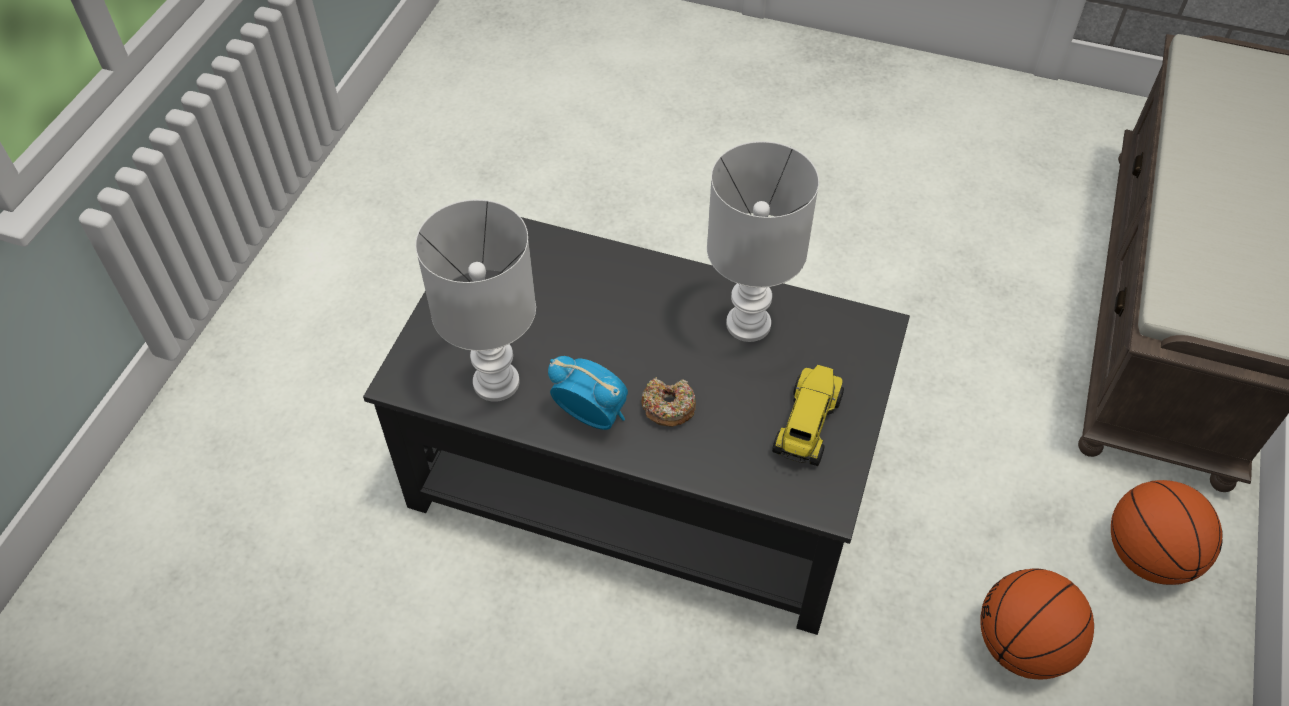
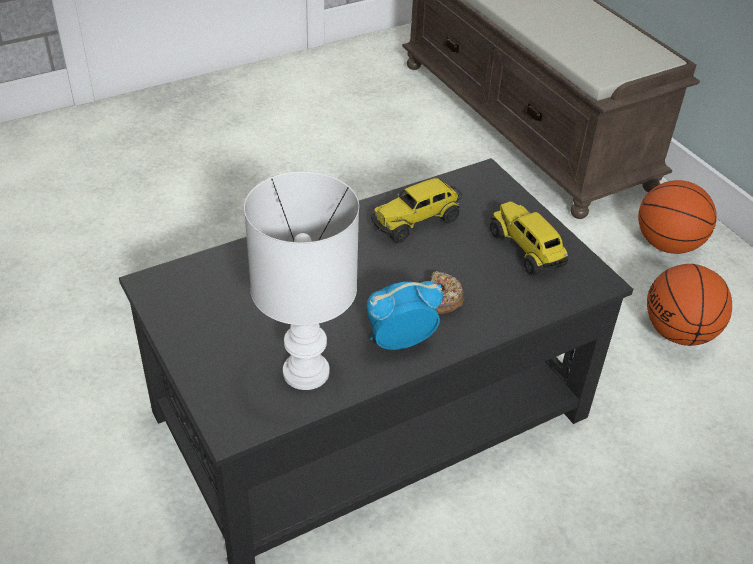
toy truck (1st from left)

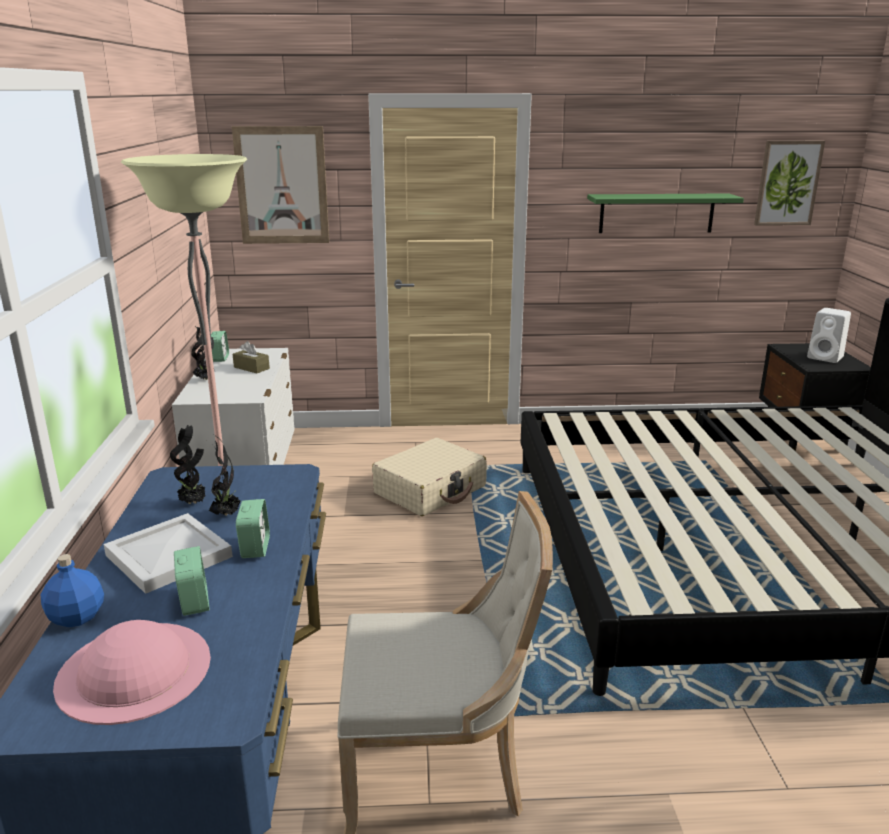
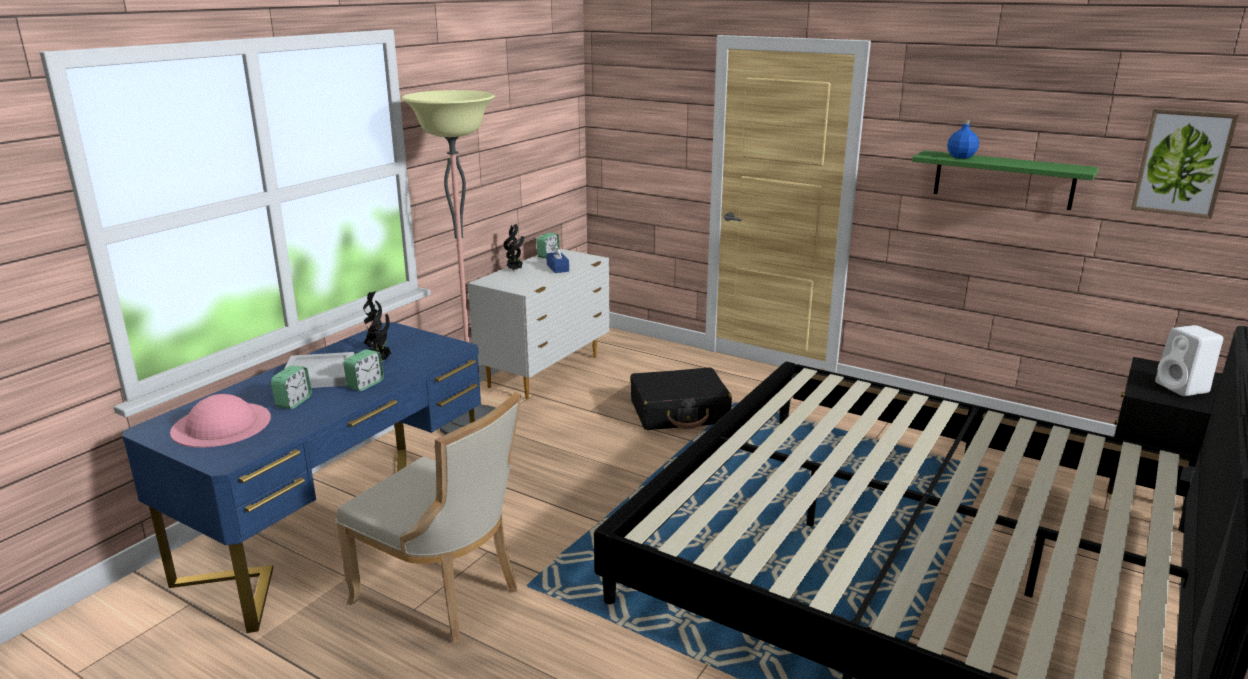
picture (1st from left in the first image)
tissue box/blue
suitcase/black
bottle/blue

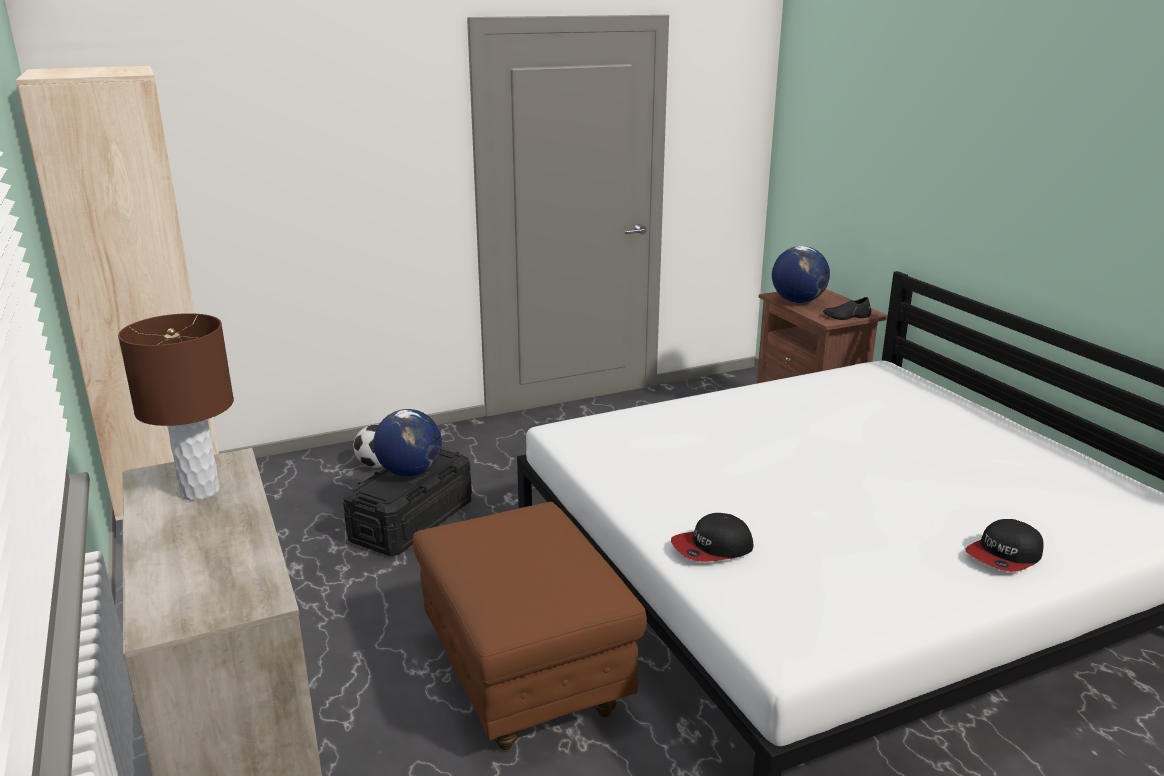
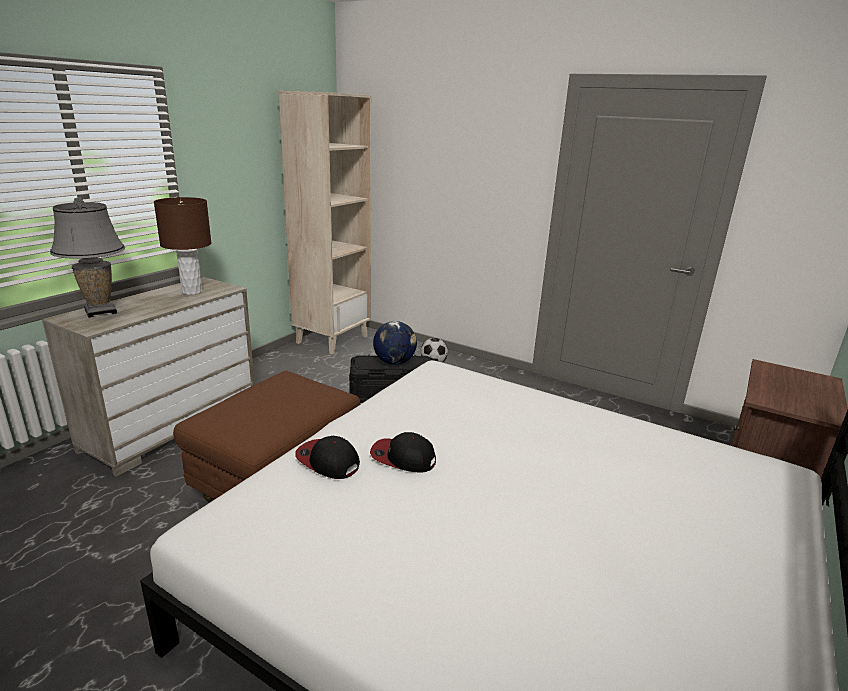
globe (2nd from left in the first image)
shoe/black
cap (2nd from left)
table lamp/grey

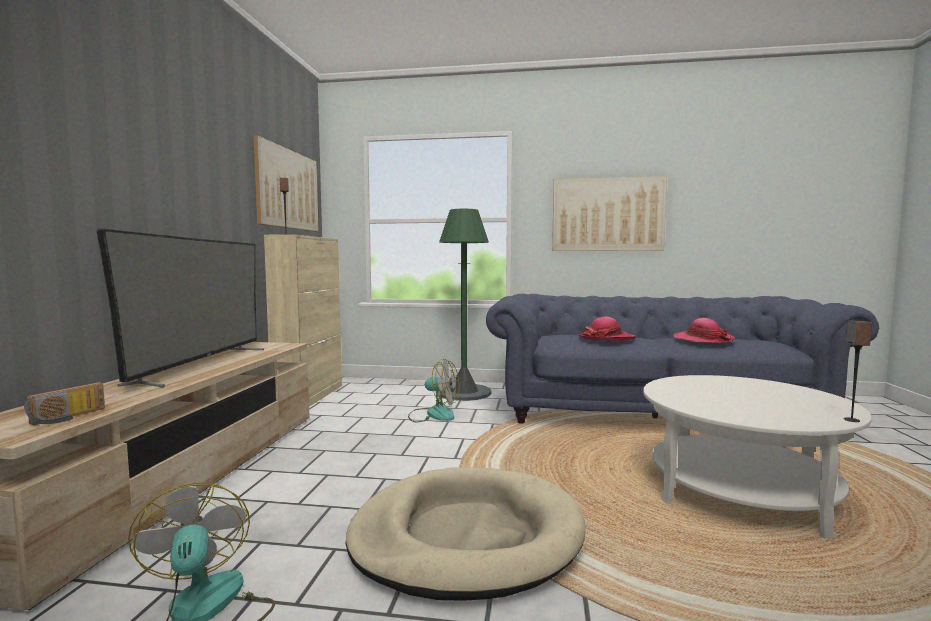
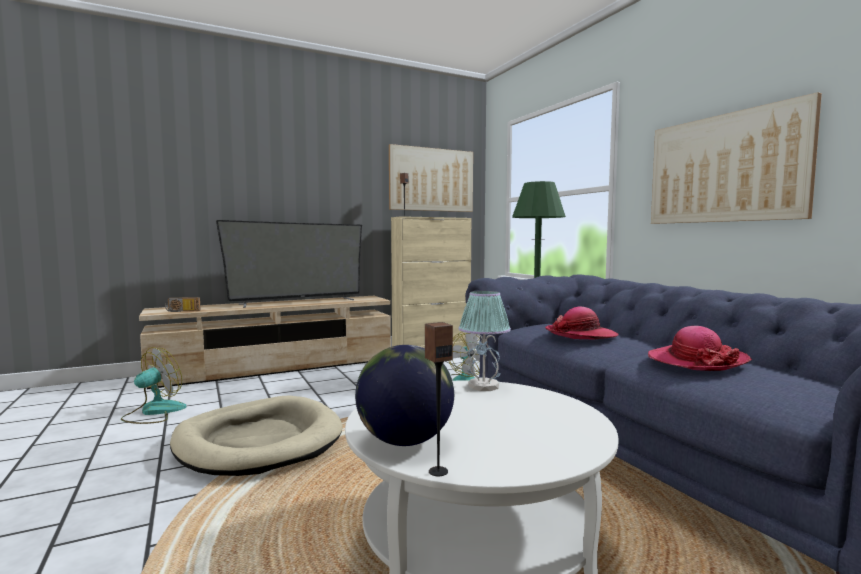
table lamp
globe

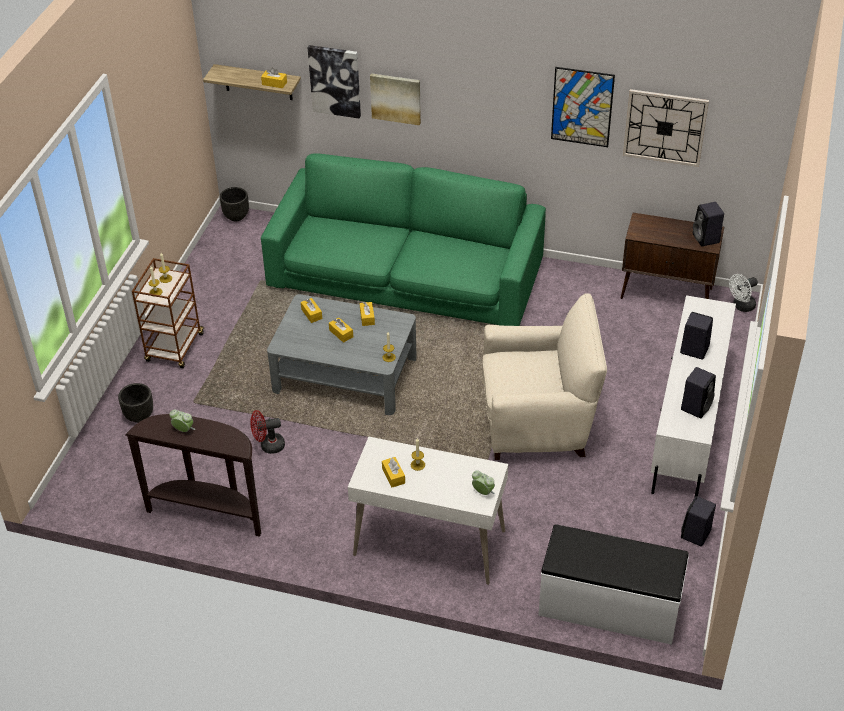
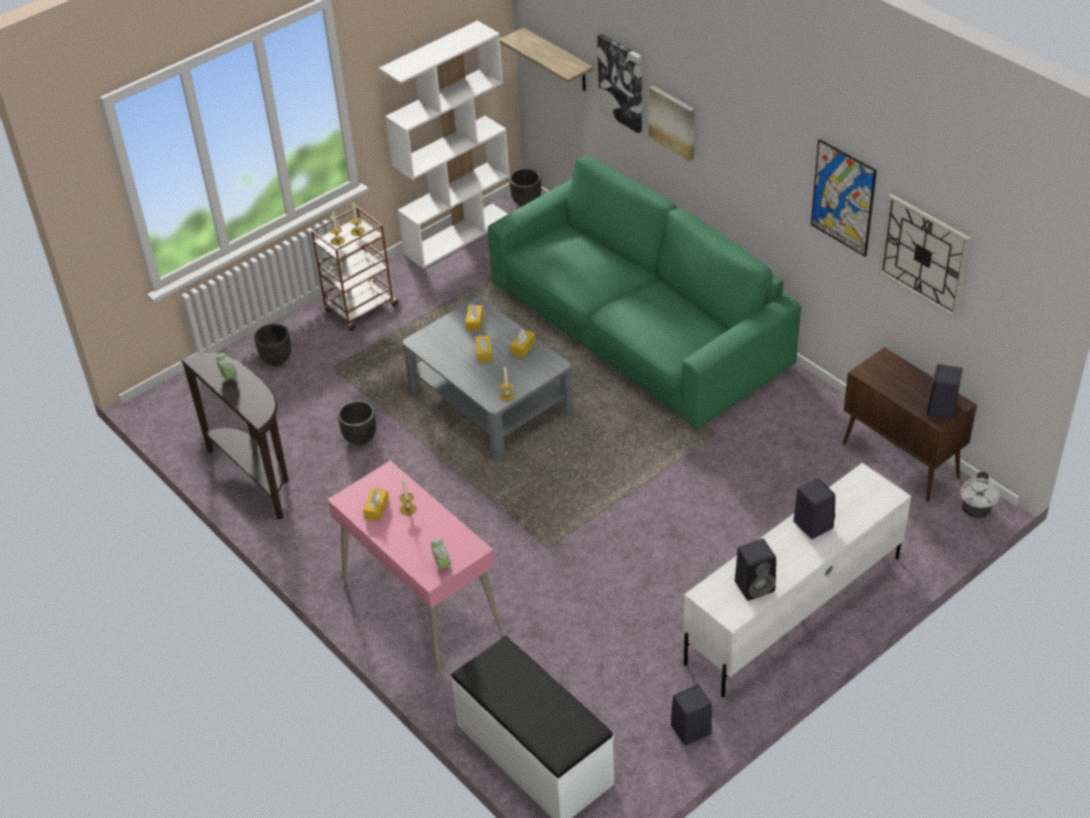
tissue box/yellow (1st from left in the first image)
fan/white
armchair/beige
planter/black (2nd from left)
desk/pink
bookcase/white

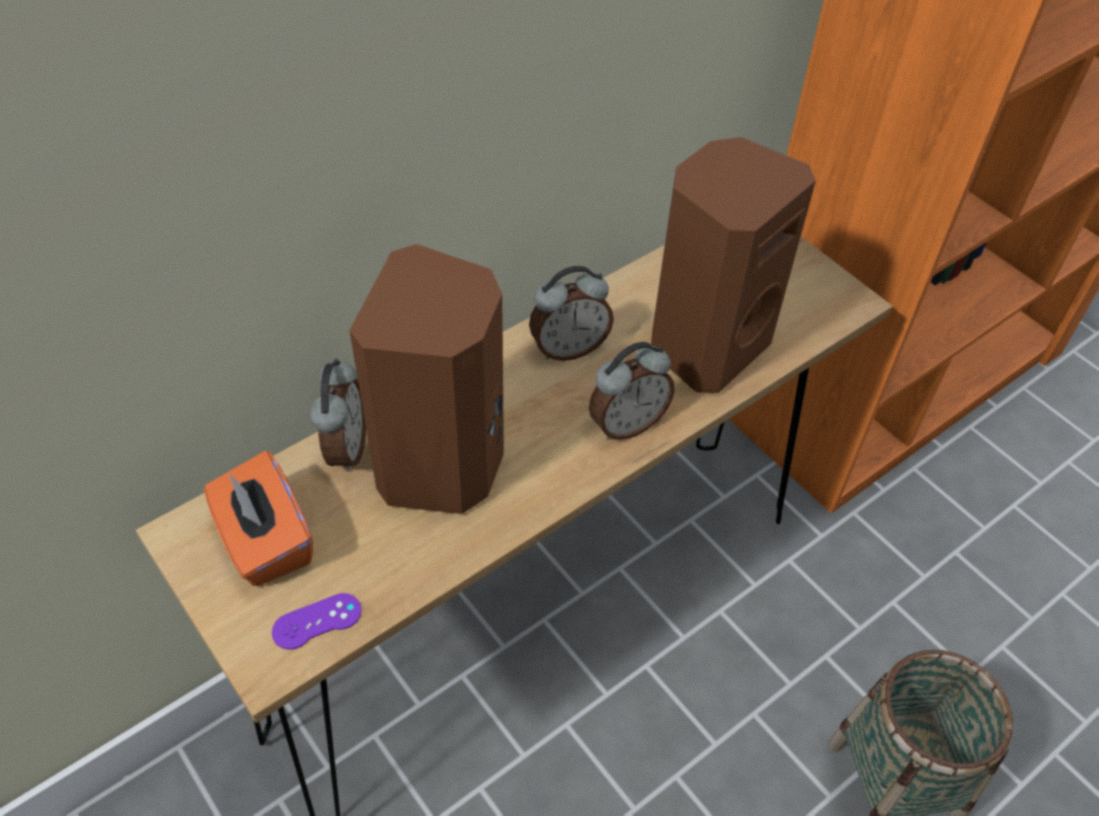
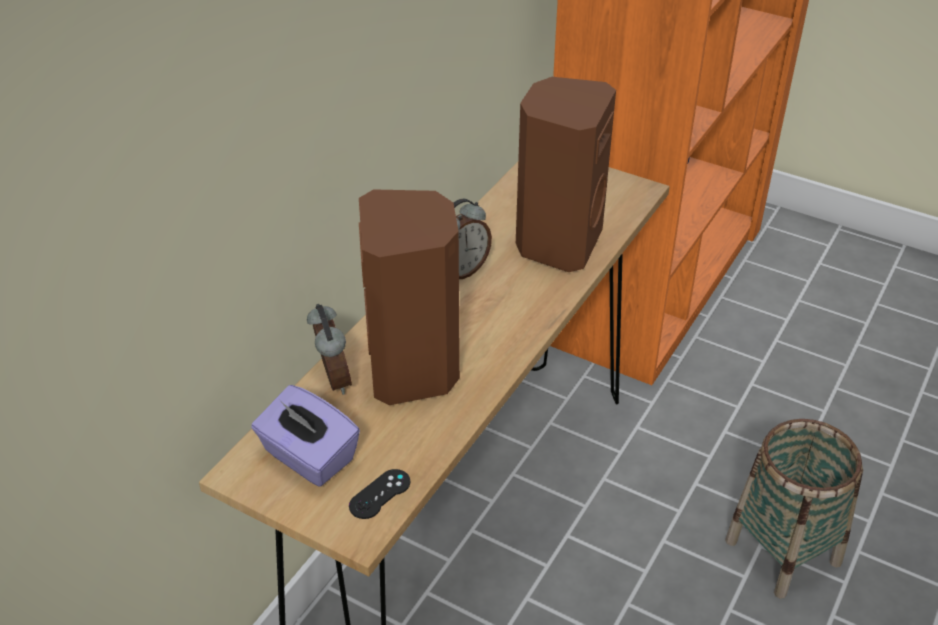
alarm clock (3rd from left in the first image)
tissue box/purple
game controller/black

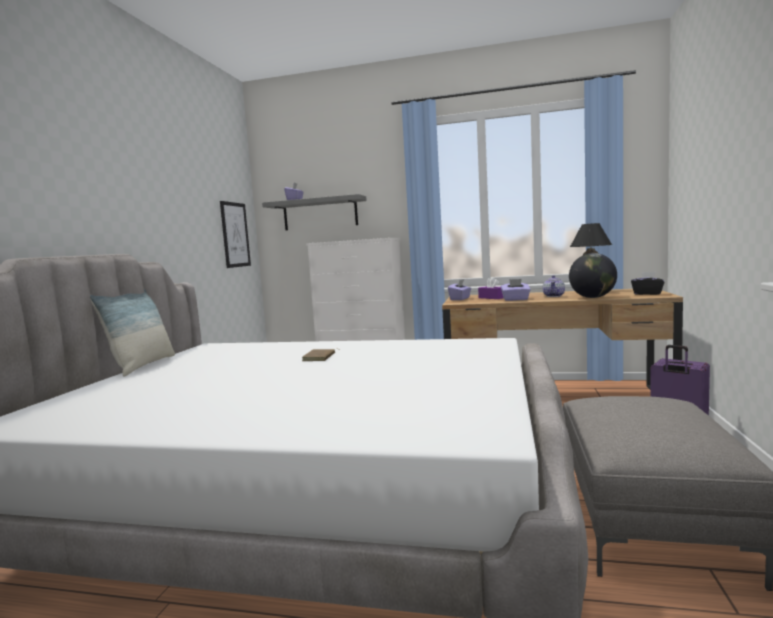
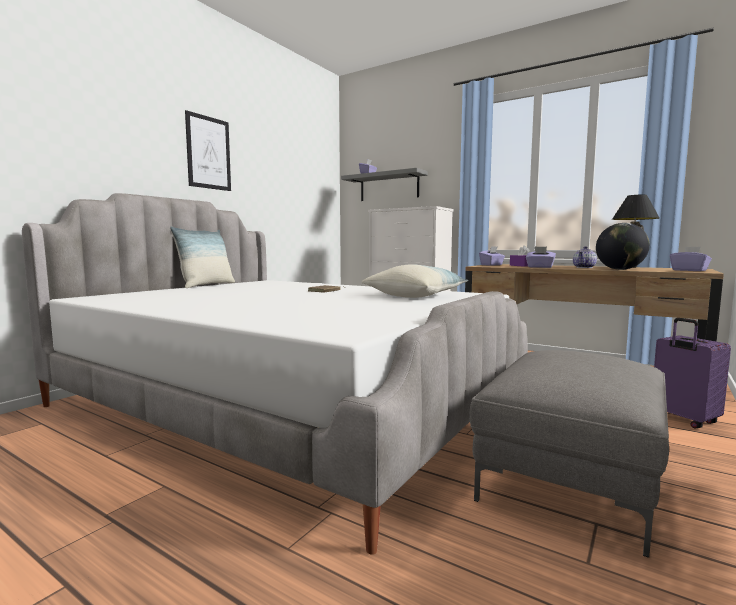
picture
tissue box/purple (5th from left)
pillow (2nd from left)

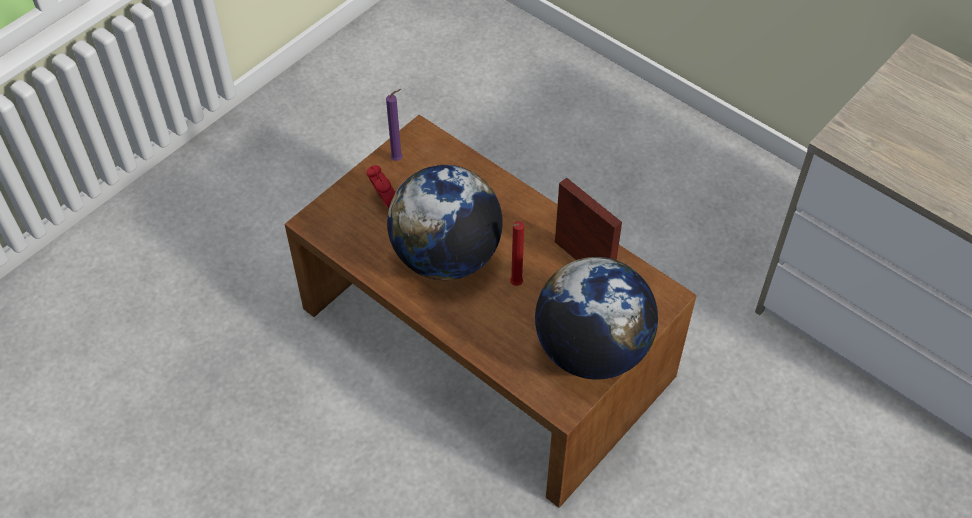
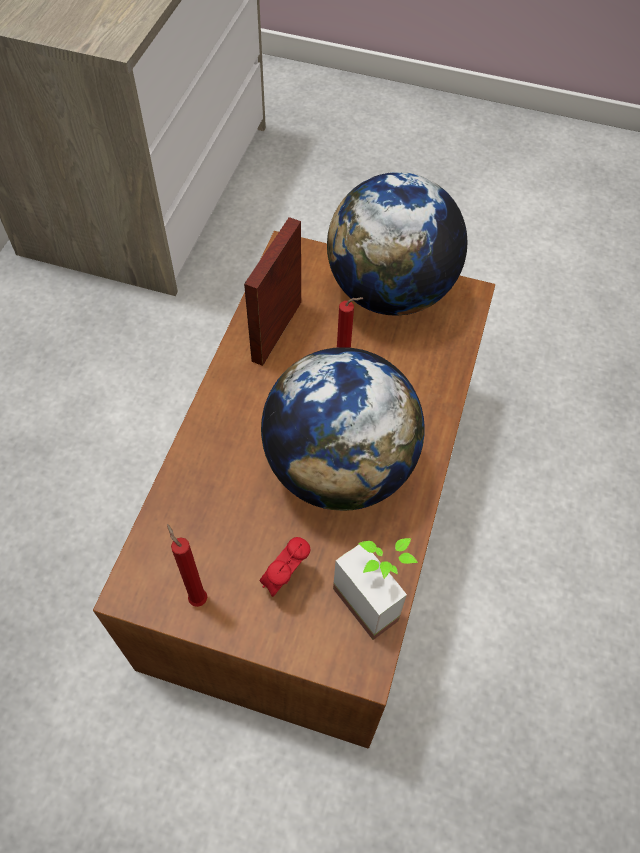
candle/red (1st from left)
potted plant

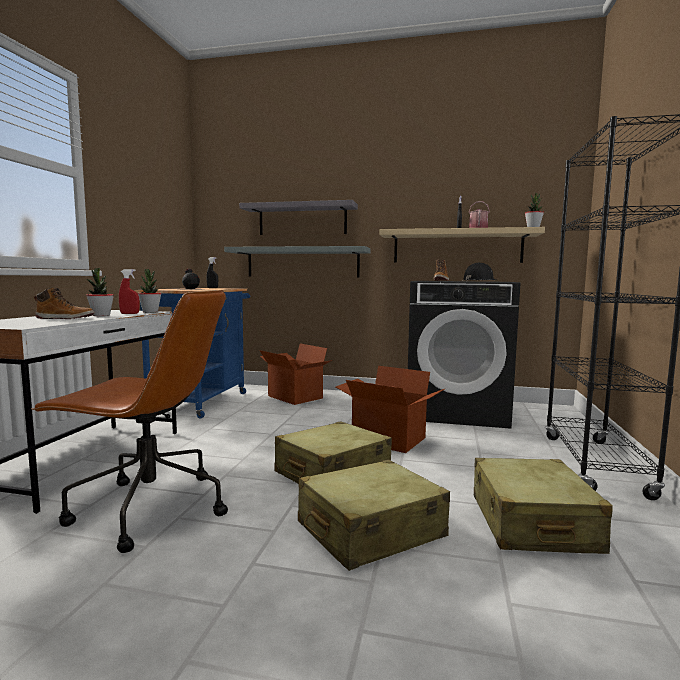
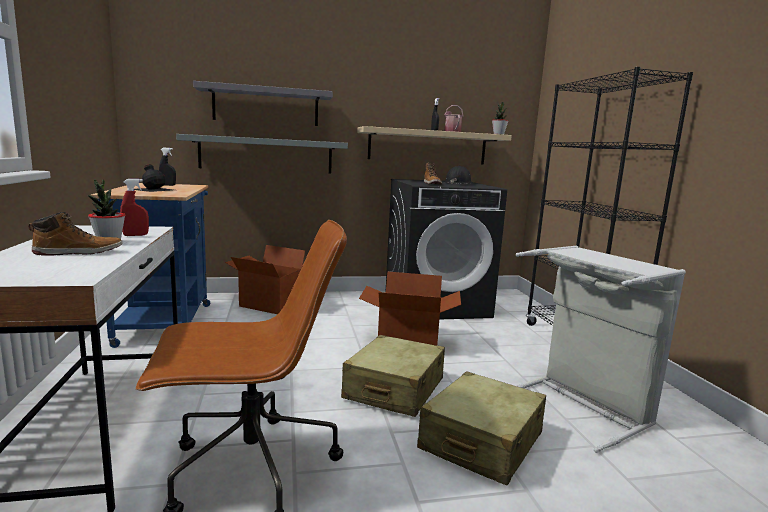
potted plant (2nd from left in the first image)
laundry basket/grey

